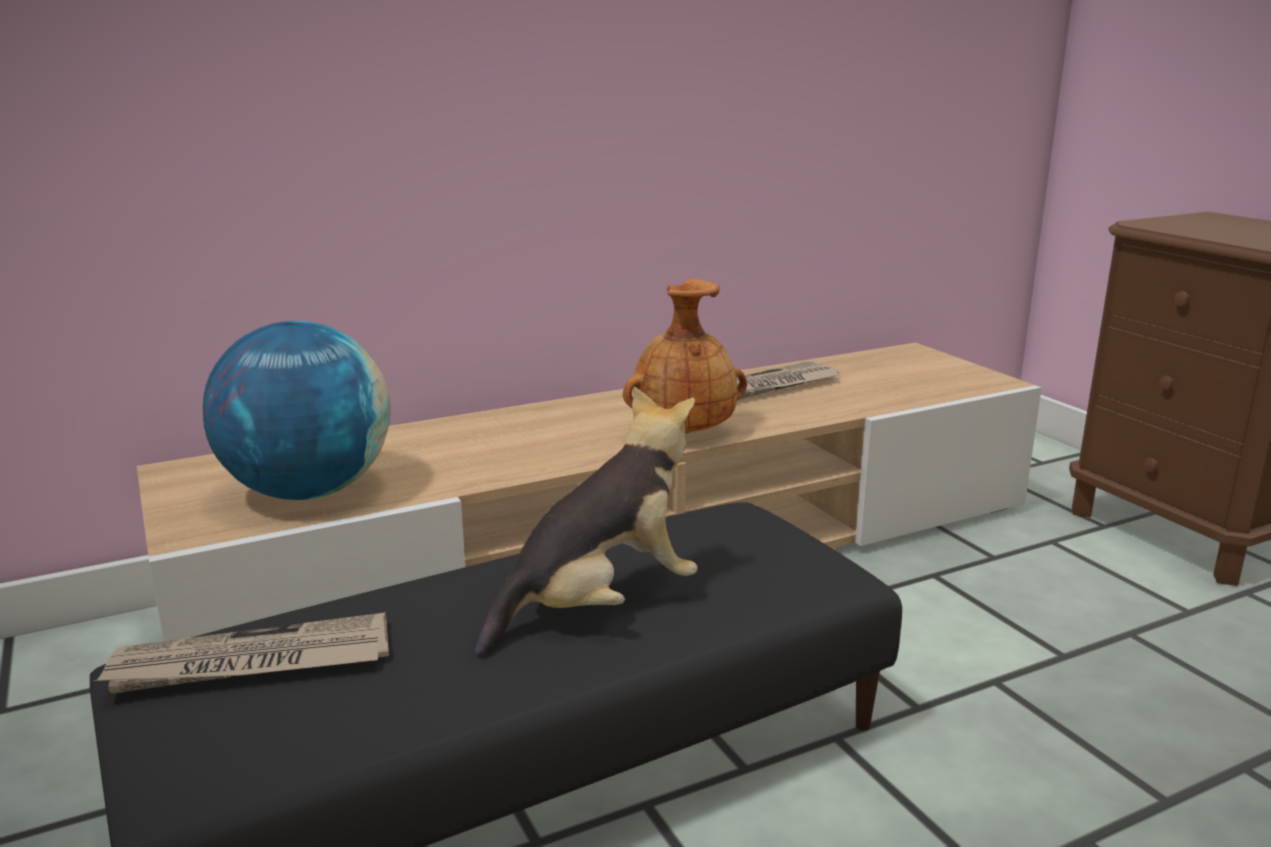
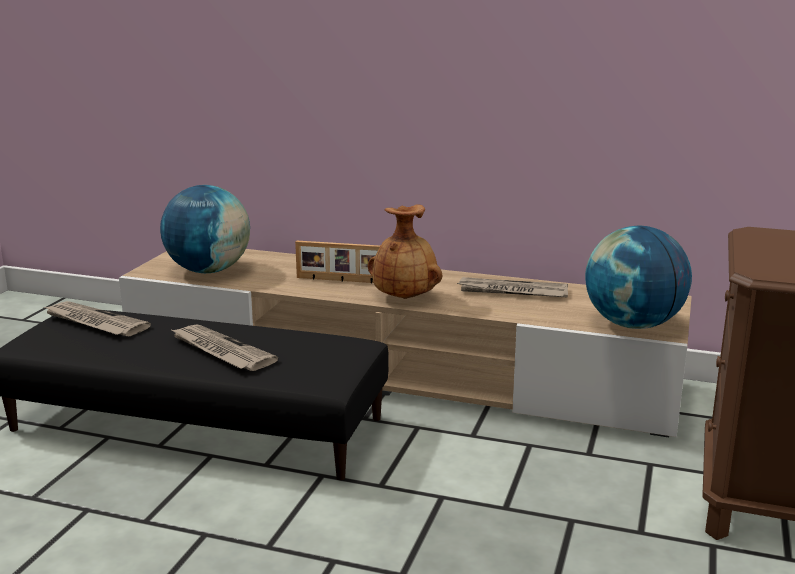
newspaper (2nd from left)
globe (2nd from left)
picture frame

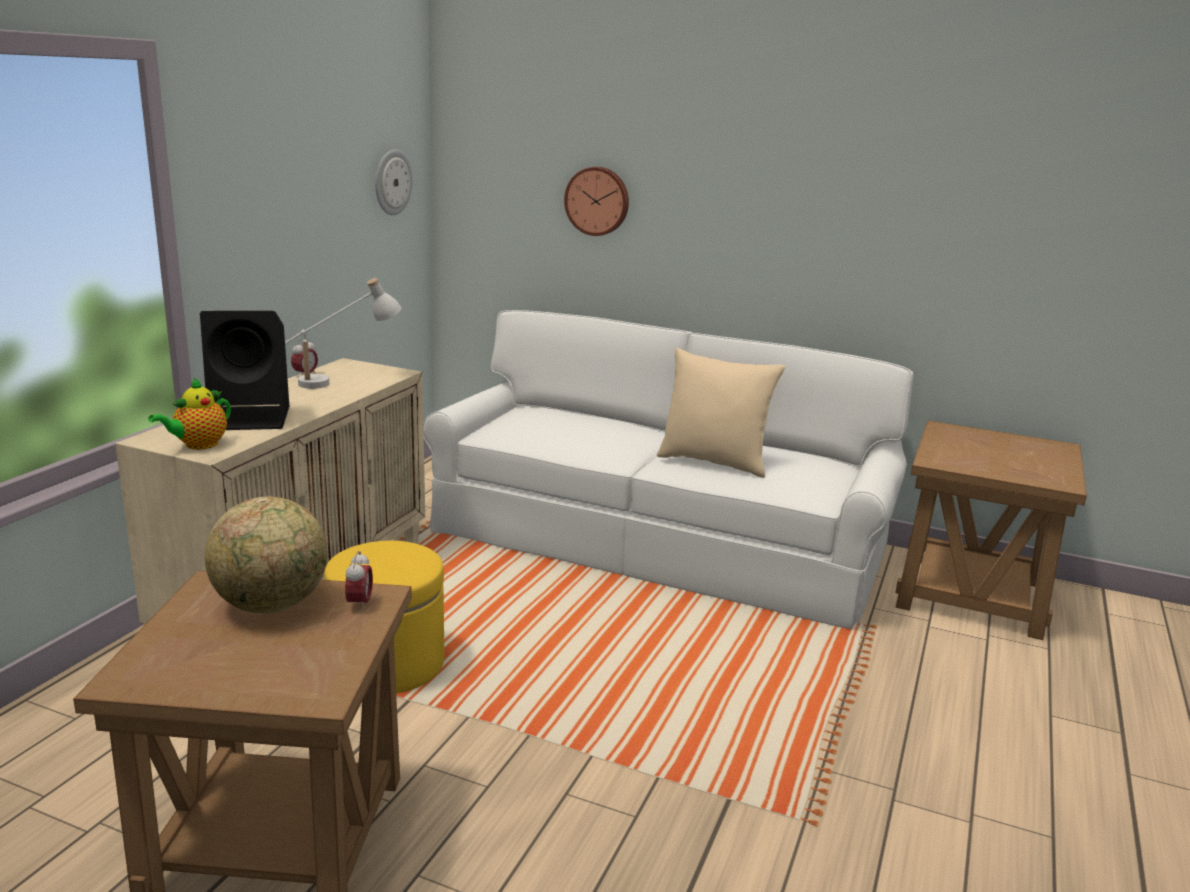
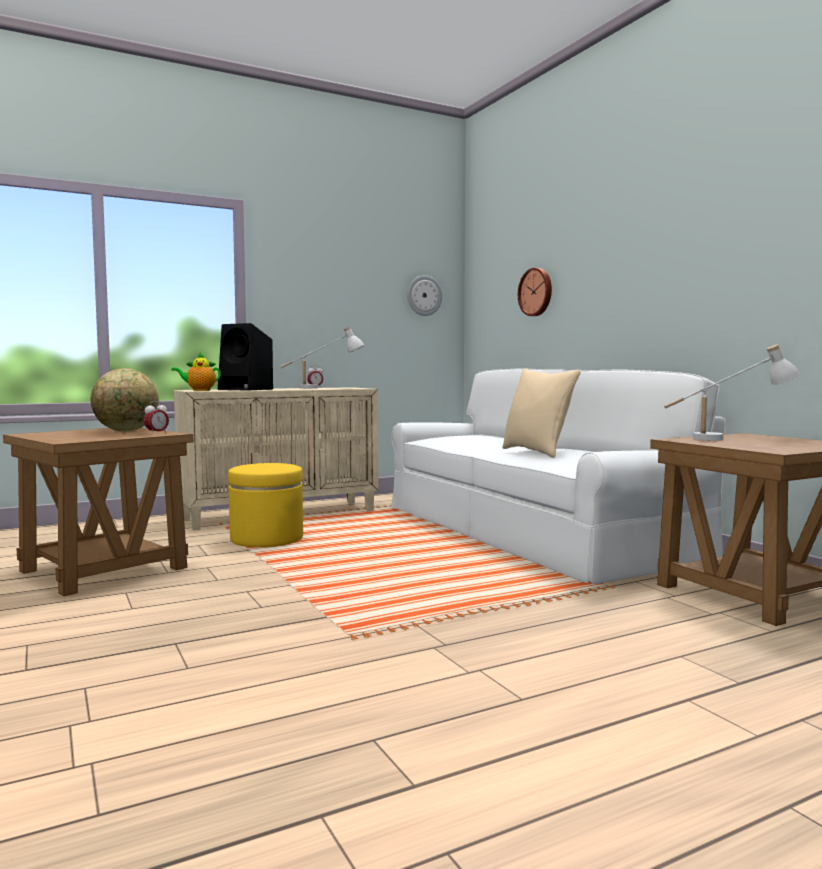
table lamp/white (2nd from left)

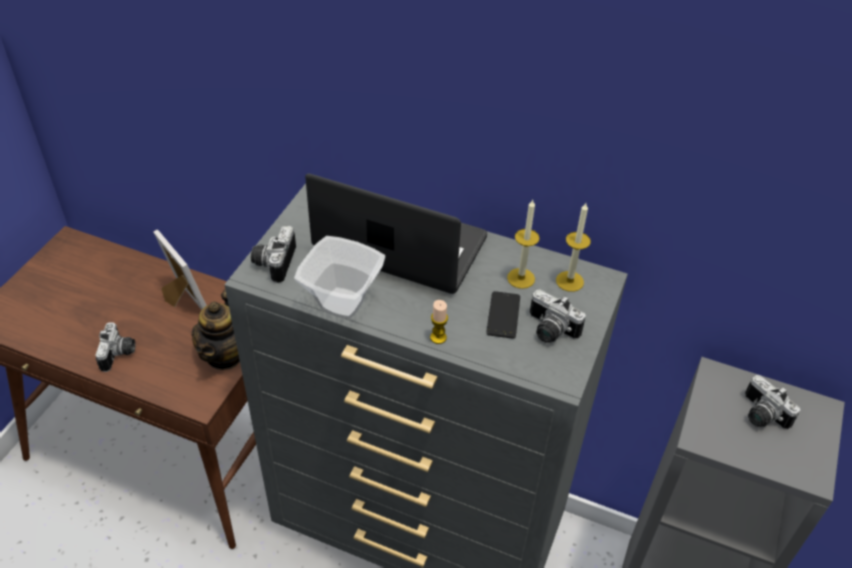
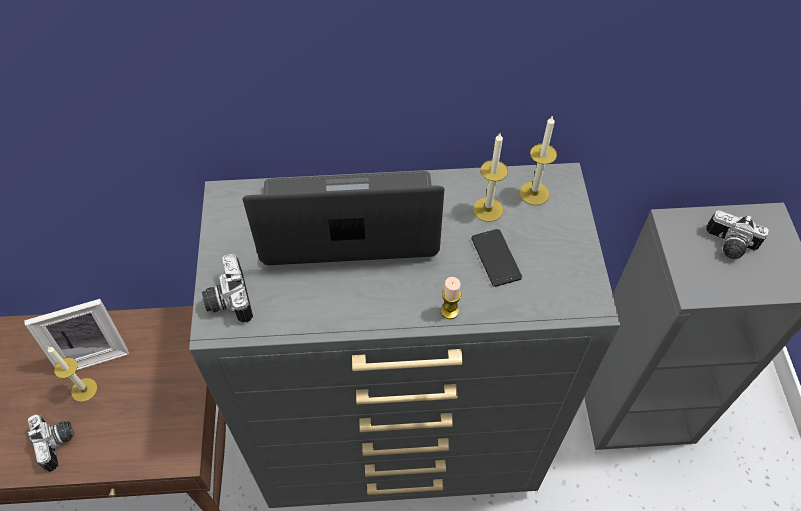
picture frame
bowl
photo camera (3rd from left in the first image)
teapot
candle (1st from left)

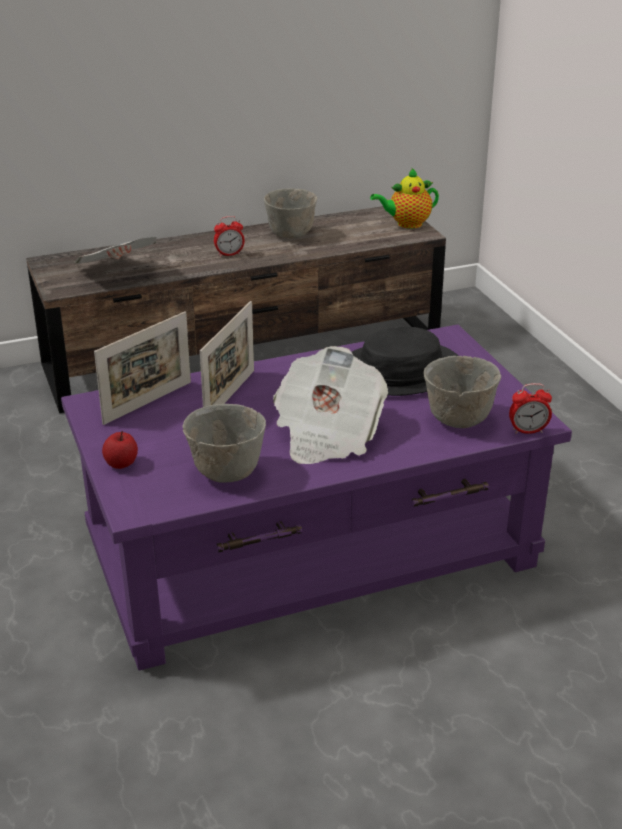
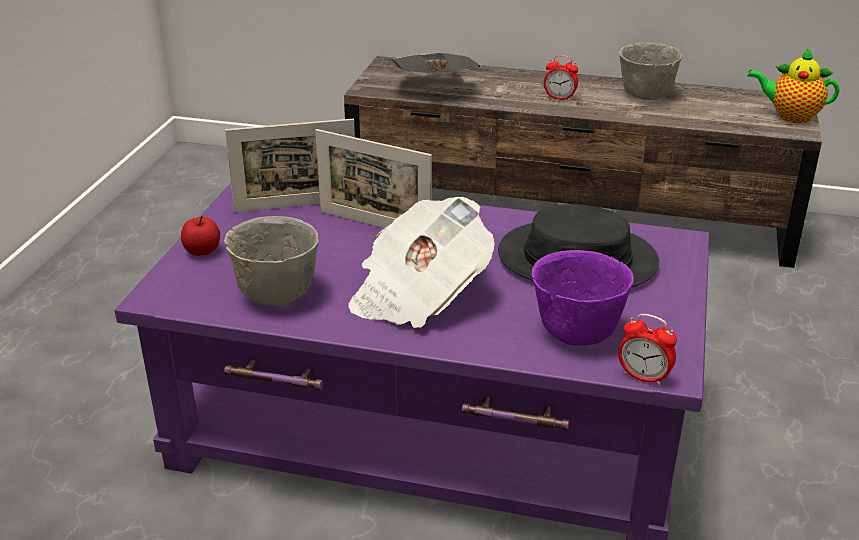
picture frame (2nd from left)
bowl/purple

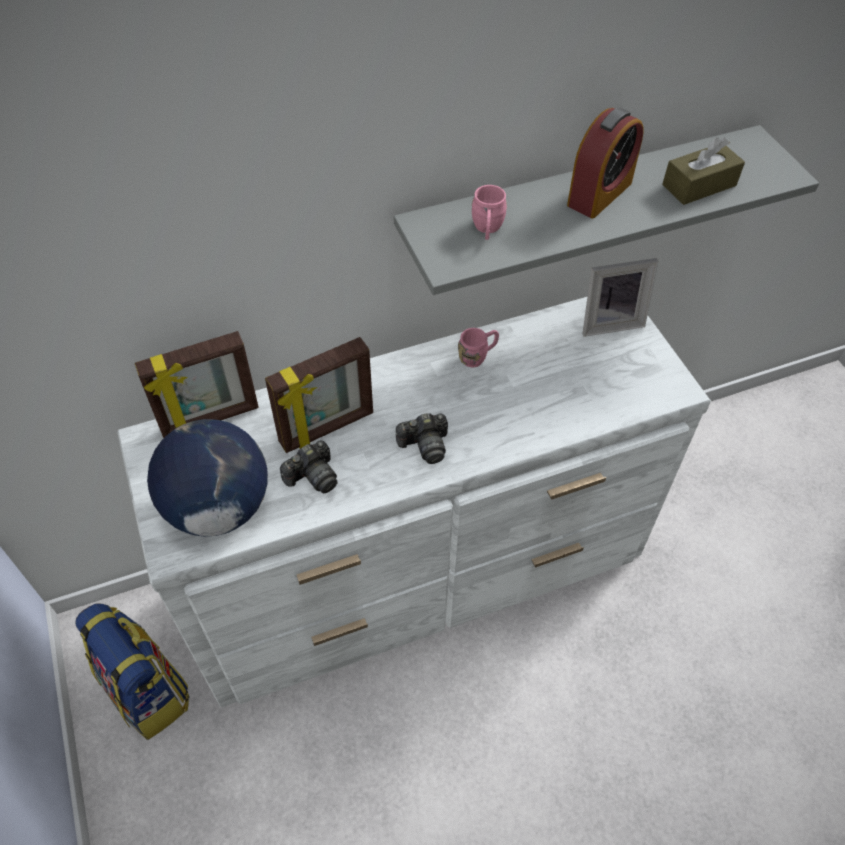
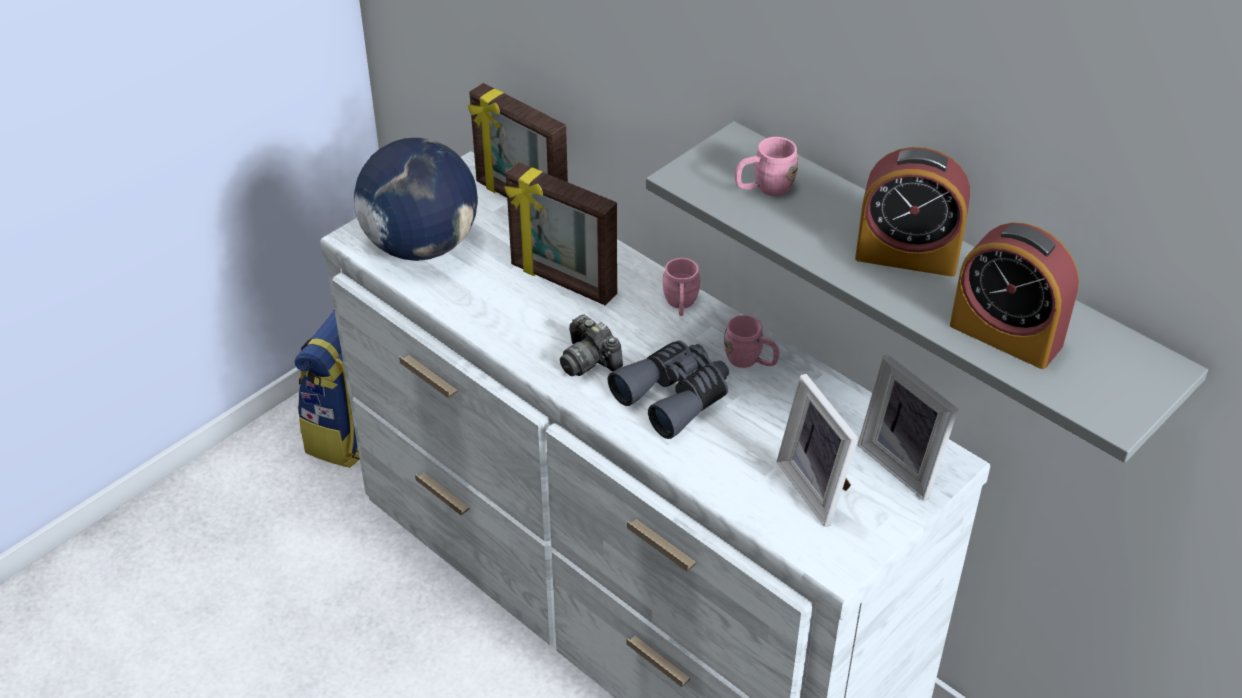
alarm clock (2nd from left)
photo camera (1st from left in the first image)
mug/pink (1st from left)
binoculars/grey
picture frame (3rd from left)

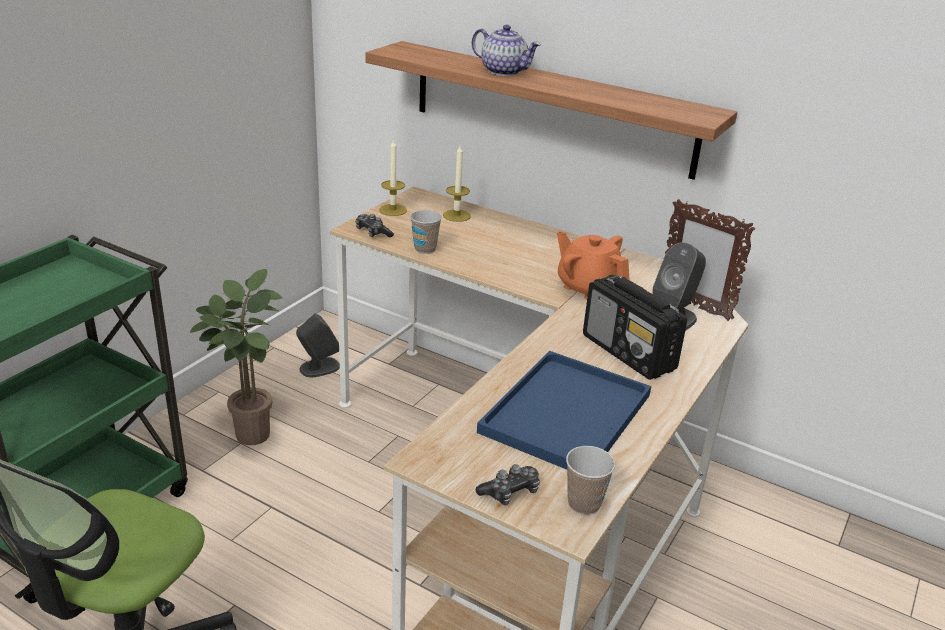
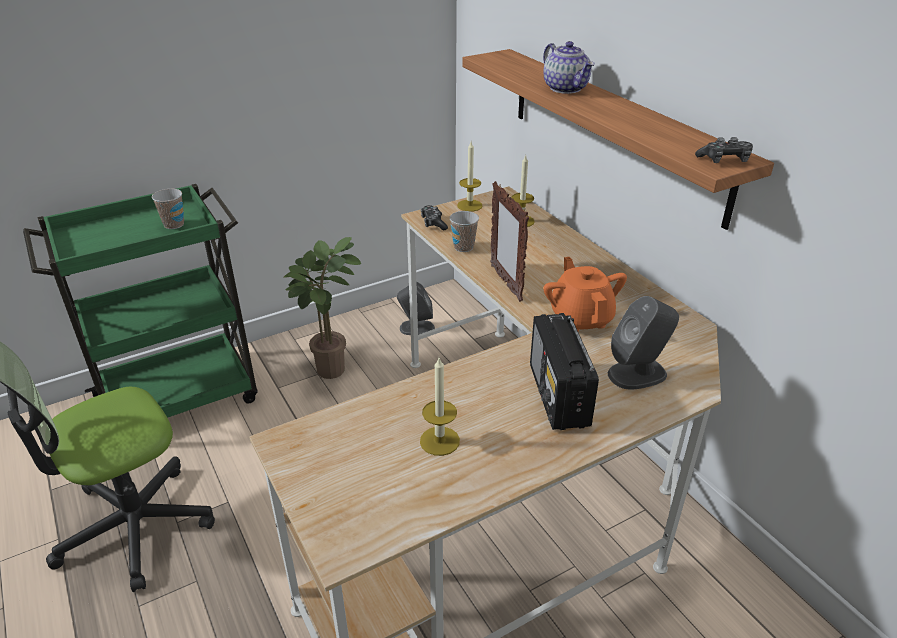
picture frame
candle (1st from left)
cup (1st from left)
game controller (2nd from left)

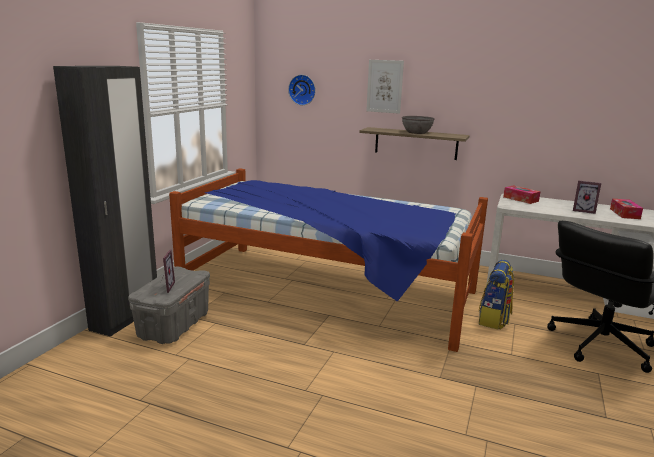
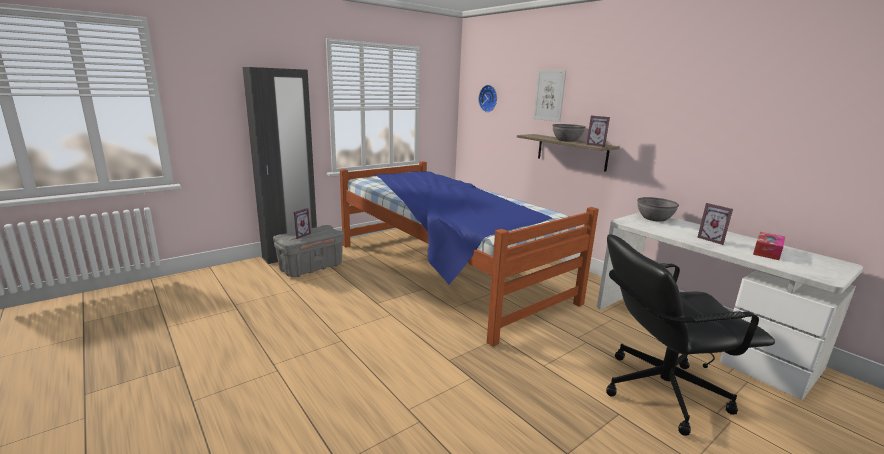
bowl/grey (2nd from left)
backpack
picture frame (2nd from left)

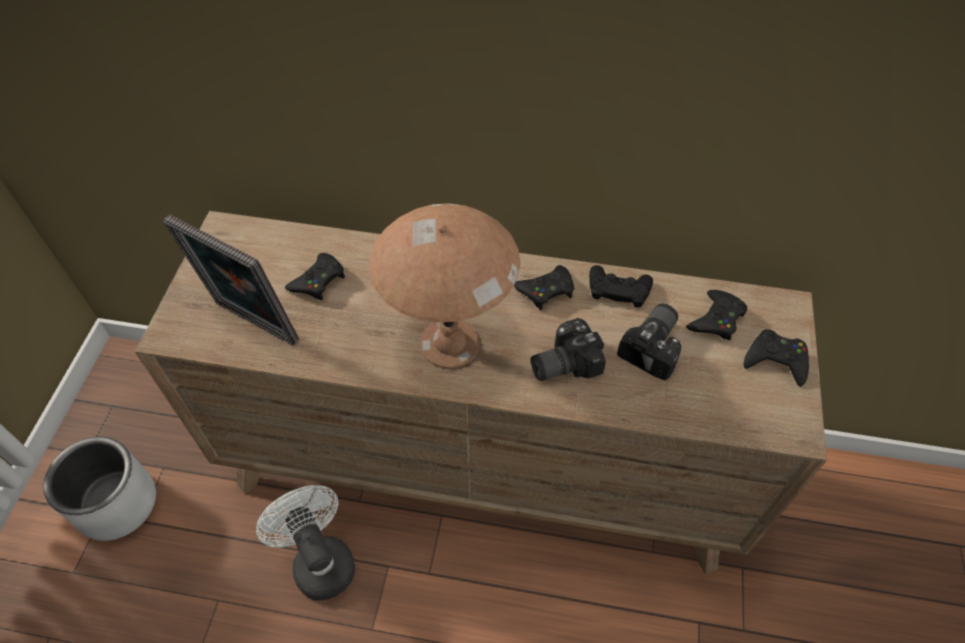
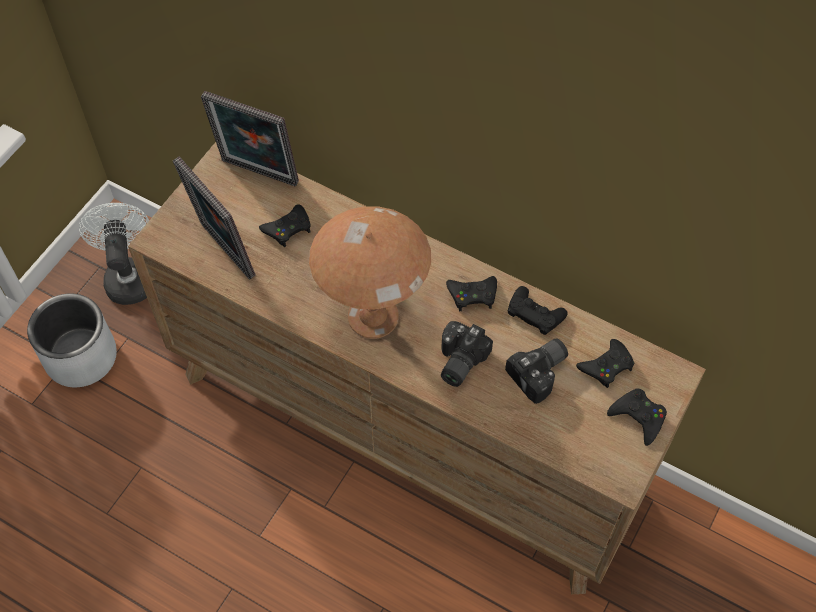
photo camera (1st from left)
fan/white
picture frame (2nd from left)

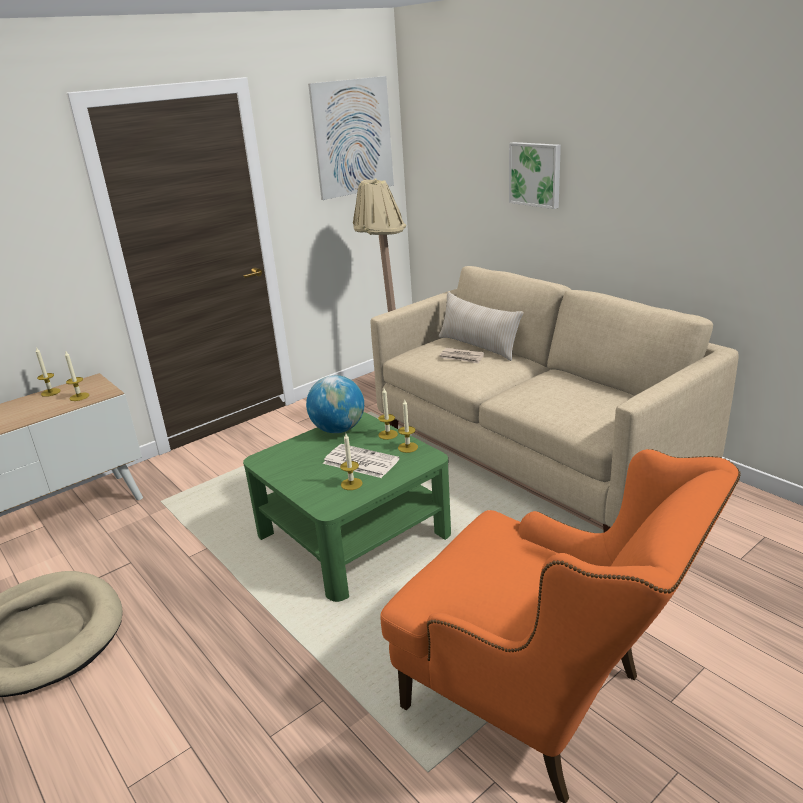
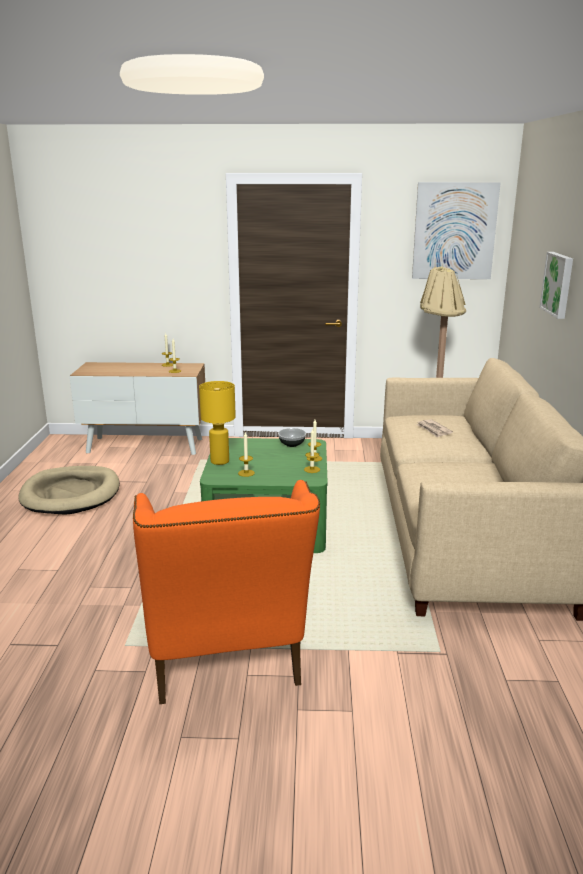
pillow/beige
bowl
newspaper (1st from left in the first image)
table lamp/yellow

